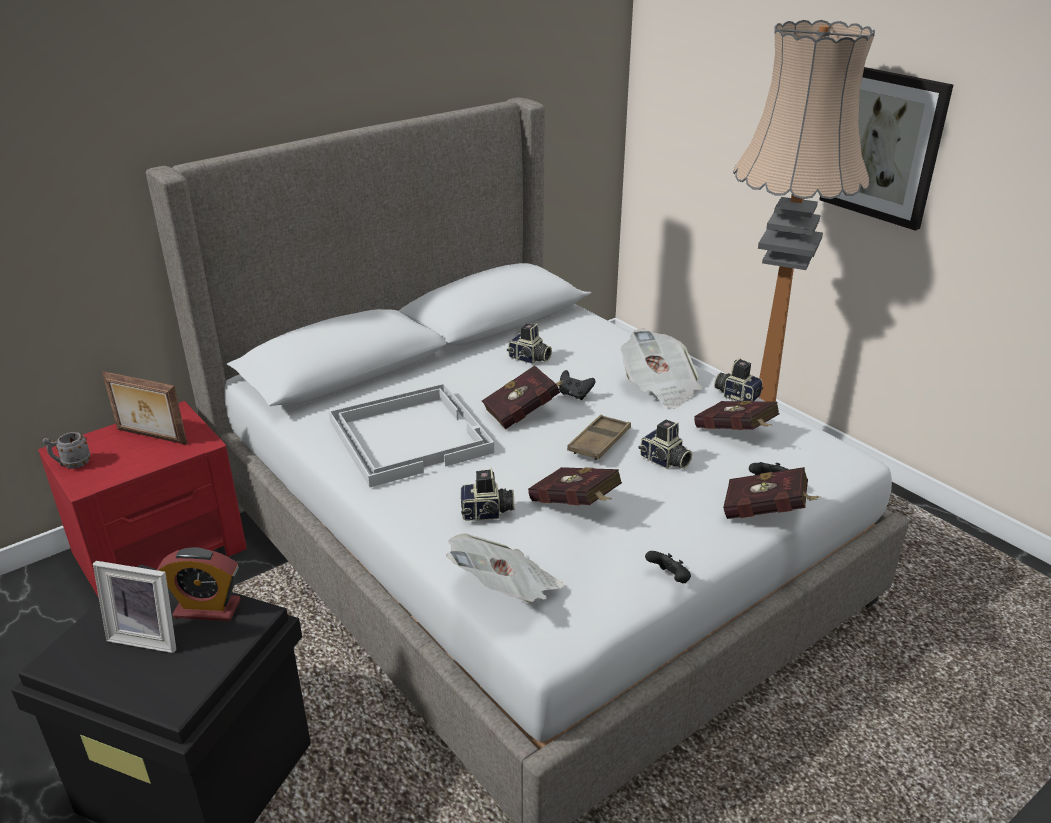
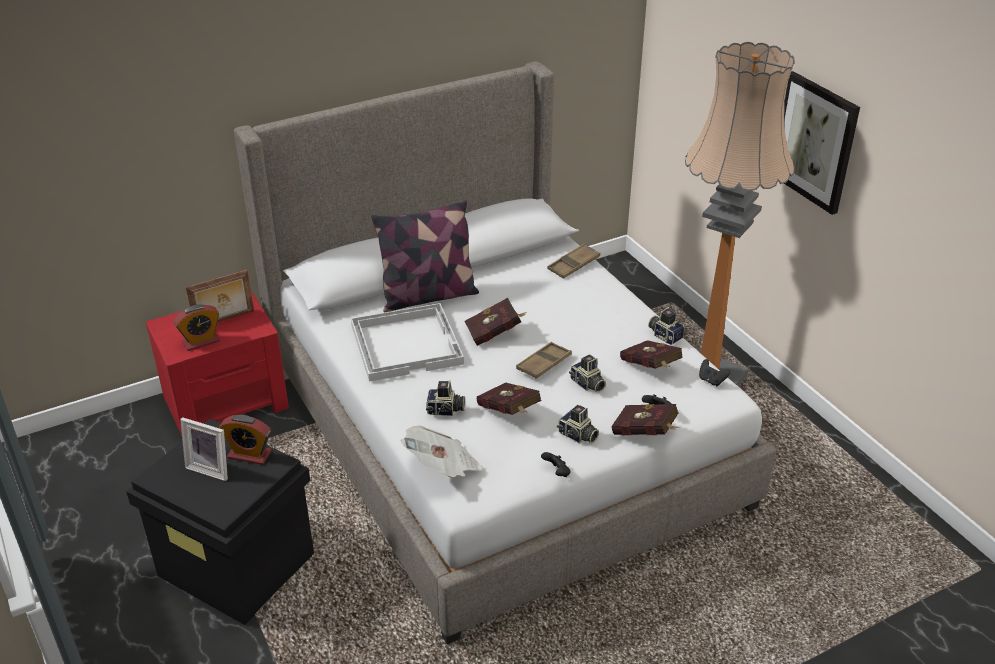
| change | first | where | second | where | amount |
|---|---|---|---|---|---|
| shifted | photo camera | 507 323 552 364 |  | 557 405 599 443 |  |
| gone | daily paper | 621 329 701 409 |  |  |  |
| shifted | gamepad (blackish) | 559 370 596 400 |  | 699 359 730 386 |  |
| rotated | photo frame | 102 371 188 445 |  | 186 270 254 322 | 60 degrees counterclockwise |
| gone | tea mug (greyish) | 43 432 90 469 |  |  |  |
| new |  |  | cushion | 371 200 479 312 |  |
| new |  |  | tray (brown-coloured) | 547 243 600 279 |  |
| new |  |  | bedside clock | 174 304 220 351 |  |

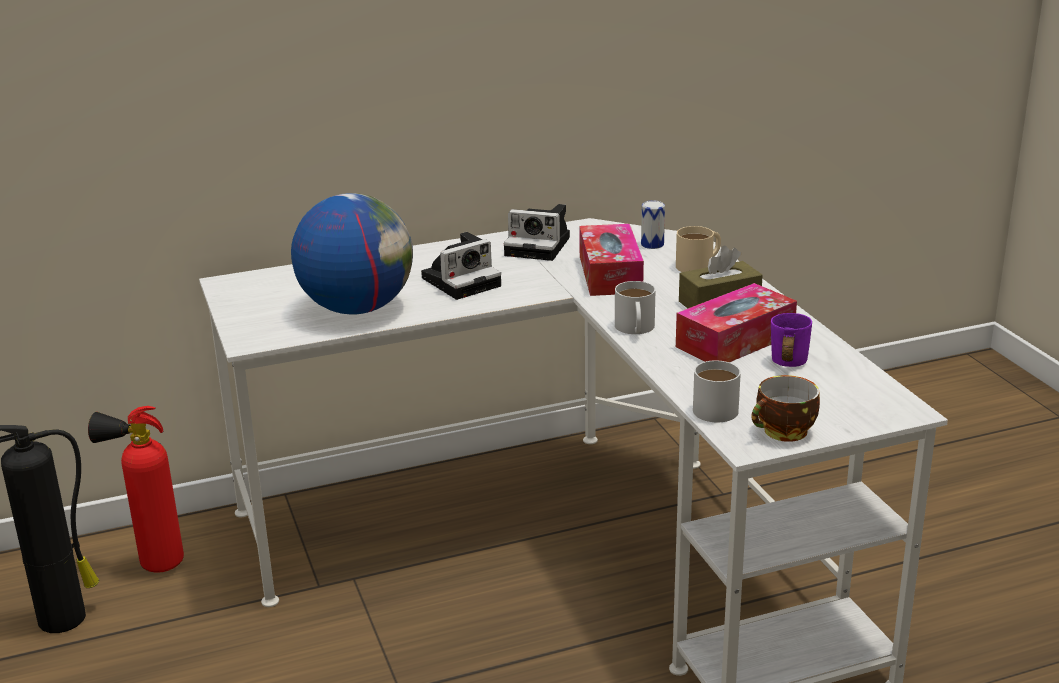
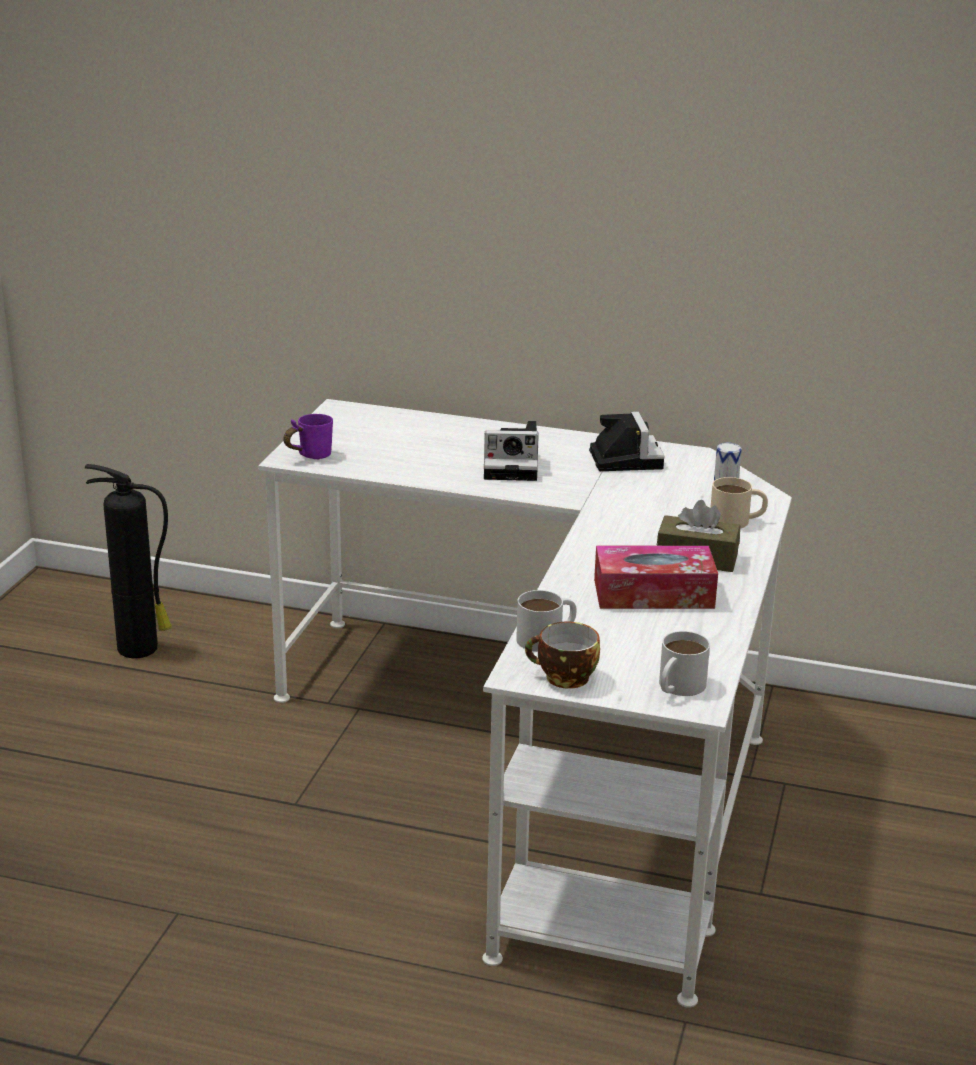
| change | first | where | second | where | amount |
|---|---|---|---|---|---|
| gone | world globe | 291 193 413 314 |  |  |  |
| rotated | photo camera | 504 204 570 261 |  | 589 412 664 471 | 150 degrees counterclockwise |
| gone | tissue holder | 579 224 644 296 |  |  |  |
| shifted | tea mug (white) | 615 281 656 334 |  | 659 631 710 696 |  |
| shifted | tea mug (purple) | 771 313 812 367 |  | 283 414 333 460 |  |
| gone | fire extinguisher | 88 406 184 573 |  |  |  |

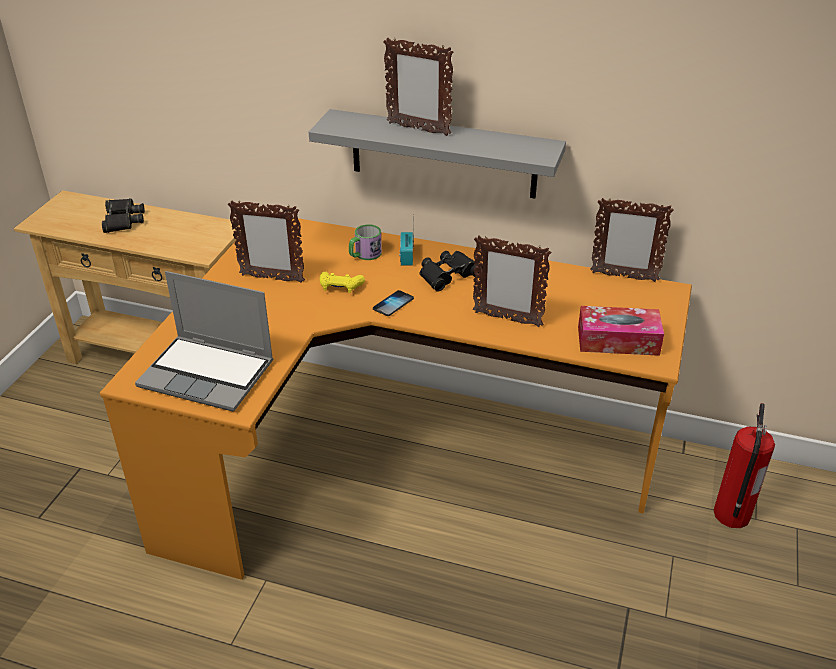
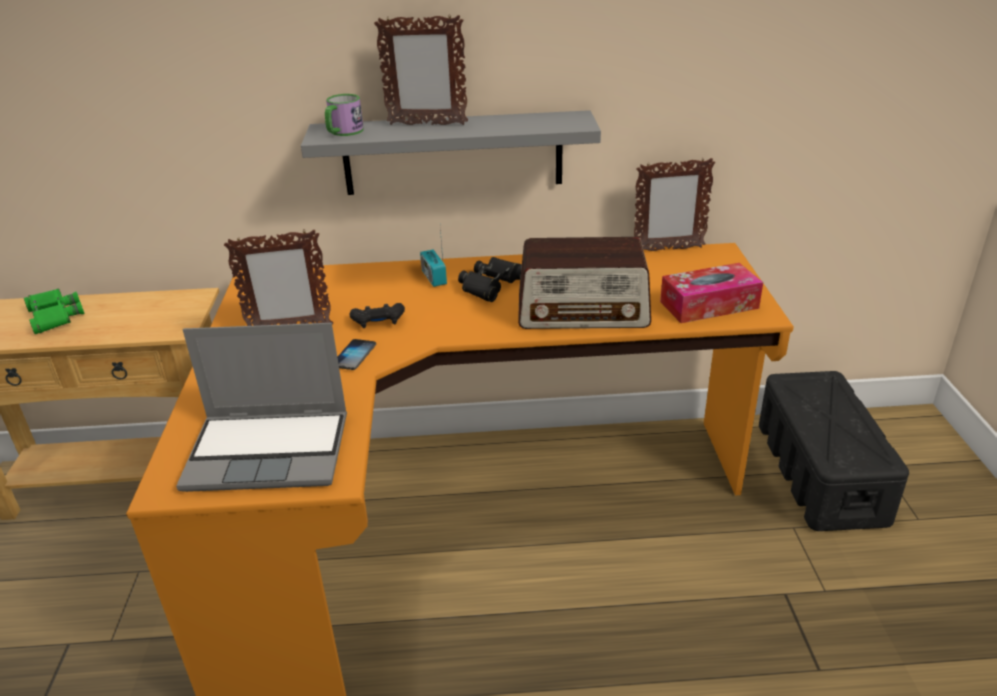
| change | first | where | second | where | amount |
|---|---|---|---|---|---|
| repainted | binoculars (blackish) | 102 199 145 233 | binoculars (green-coloured) | 24 288 84 334 |  |
| shifted | tea mug | 349 224 382 260 |  | 325 94 364 136 |  |
| swapped | photo frame | 473 236 551 327 | radio receiver | 518 237 651 329 |  |
| repainted | gamepad (yellow-coloured) | 320 272 365 293 | gamepad (blackish) | 350 303 405 328 |  |
| shifted | phone | 373 290 414 316 |  | 337 339 376 370 |  |
| swapped | fire extinguisher | 714 403 775 528 | storage container (blackish) | 759 371 909 531 |  |

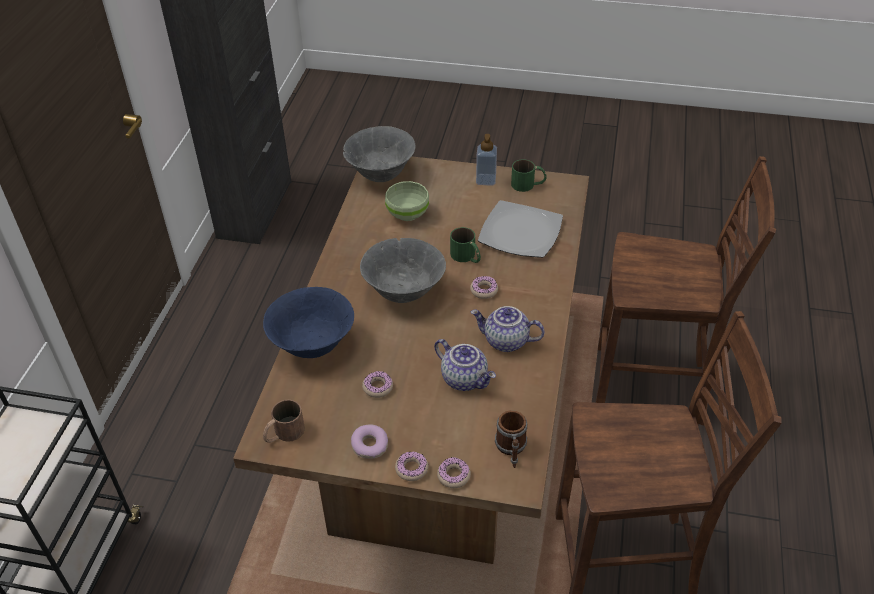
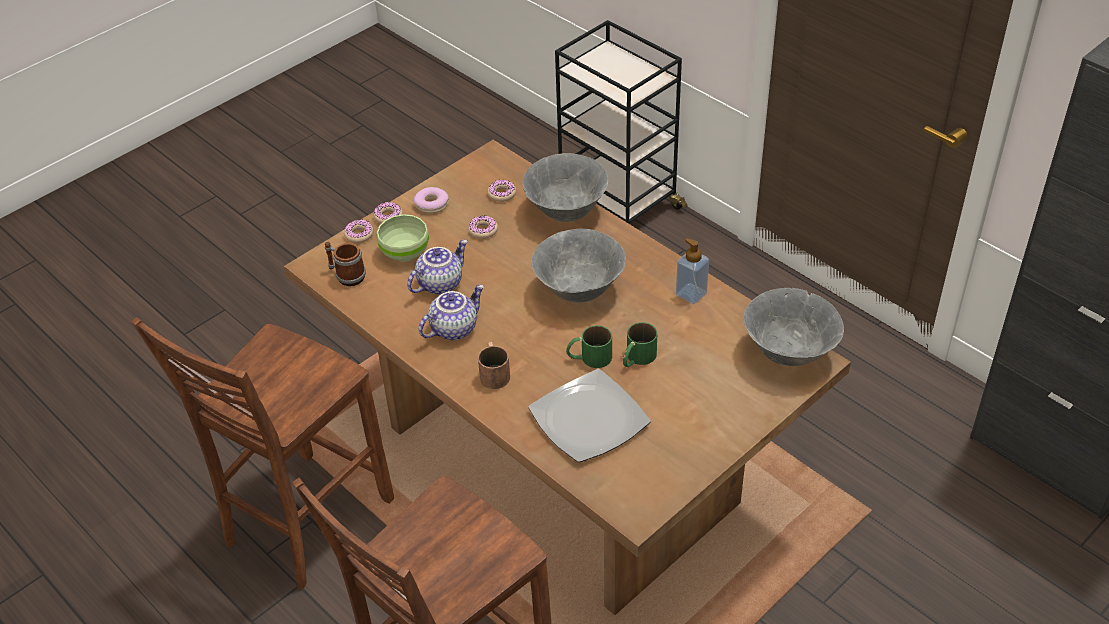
| change | first | where | second | where | amount |
|---|---|---|---|---|---|
| shifted | liquid soap bottle | 476 134 497 186 |  | 676 238 709 304 |  |
| shifted | tea mug (green-coloured) | 511 159 547 192 |  | 623 322 657 367 |  |
| shifted | bowl (green-coloured) | 385 181 429 221 |  | 377 214 429 262 |  |
| shifted | donut | 470 276 498 299 |  | 488 180 516 202 |  |
| repainted | bowl (bluish) | 263 287 354 358 | bowl (greyish) | 522 153 608 222 |  |
| rotated | tea pot | 434 339 496 391 |  | 407 240 468 294 | 150 degrees clockwise |
| shifted | tea mug (brown-coloured) | 263 400 305 443 |  | 478 341 510 389 |  |

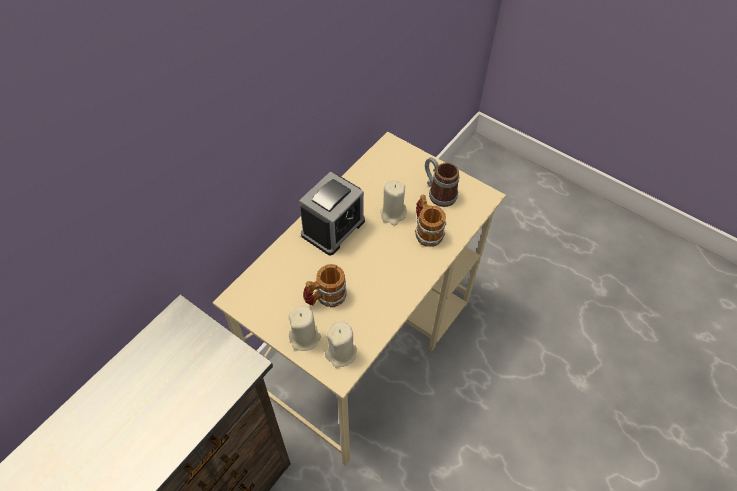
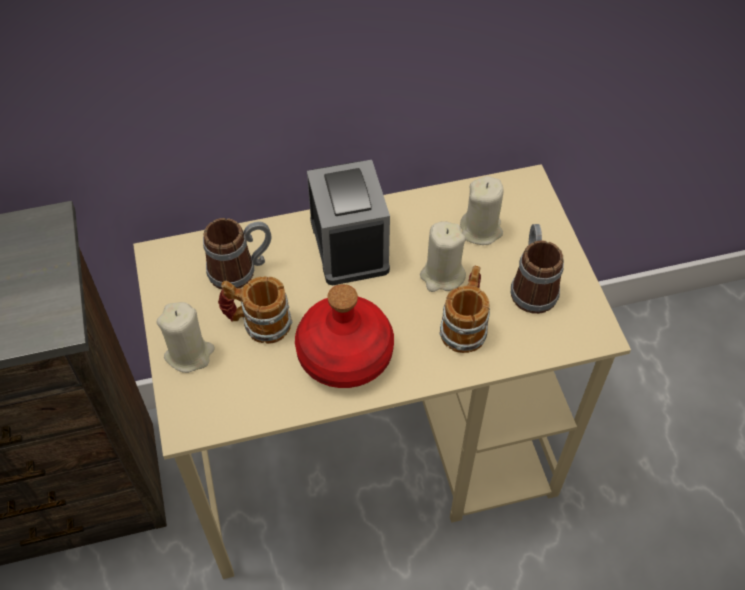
| change | first | where | second | where | amount |
|---|---|---|---|---|---|
| rotated | bedside clock | 299 171 365 255 |  | 307 160 390 286 | 90 degrees counterclockwise |
| shifted | wax candle (beige-coloured) | 325 321 357 368 |  | 460 176 504 245 |  |
| new |  |  | tea mug | 203 218 271 289 |  |
| new |  |  | drink bottle (red-coloured) | 295 284 394 388 |  |

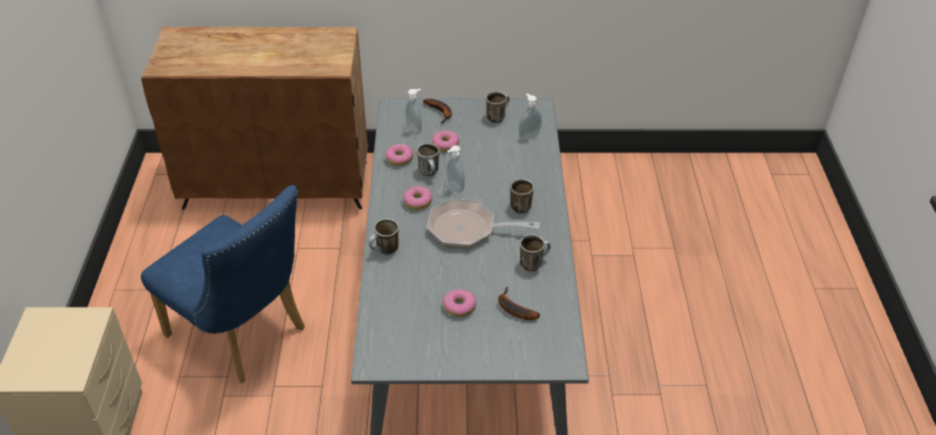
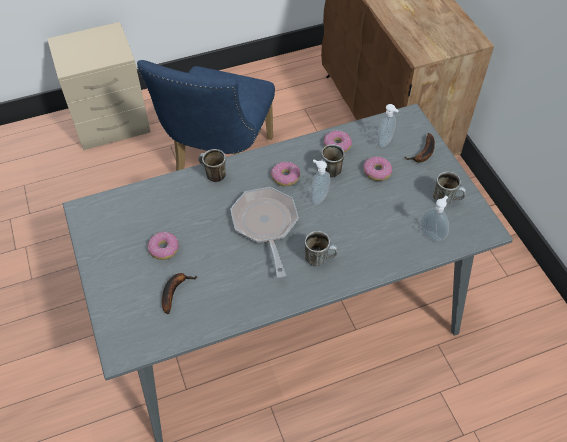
| change | first | where | second | where | amount |
|---|---|---|---|---|---|
| gone | tea mug | 520 234 551 271 |  |  |  |

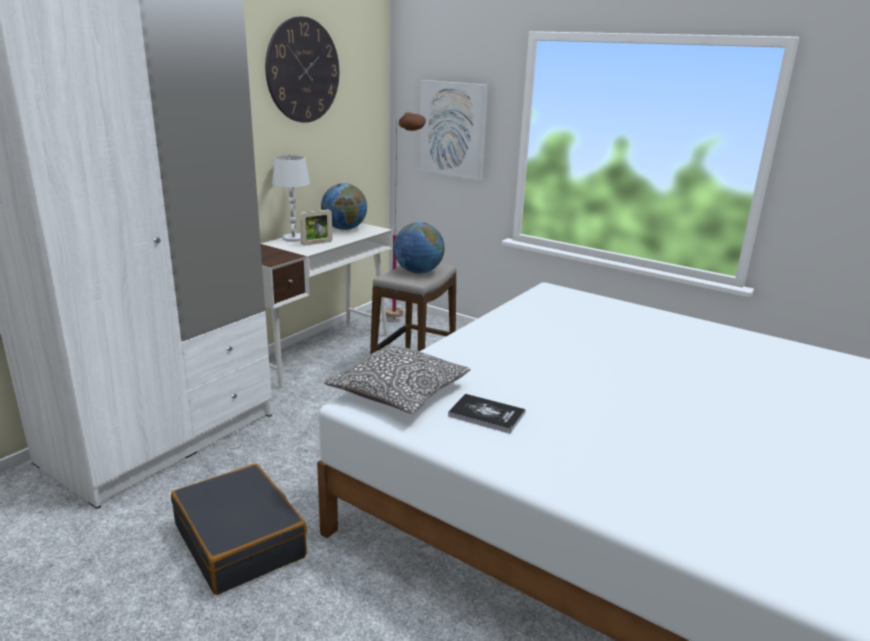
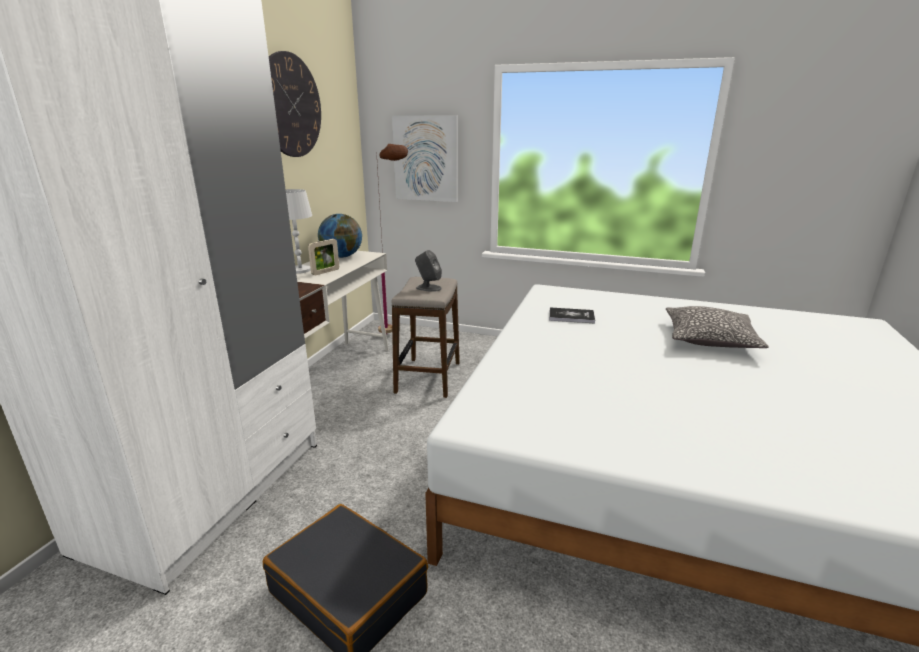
| change | first | where | second | where | amount |
|---|---|---|---|---|---|
| swapped | world globe | 394 222 445 274 | loudspeaker (greyish) | 415 250 442 292 |  |
| shifted | cushion | 324 344 470 414 |  | 666 306 769 348 |  |
| shifted | volume | 448 394 525 434 |  | 549 307 595 323 |  |

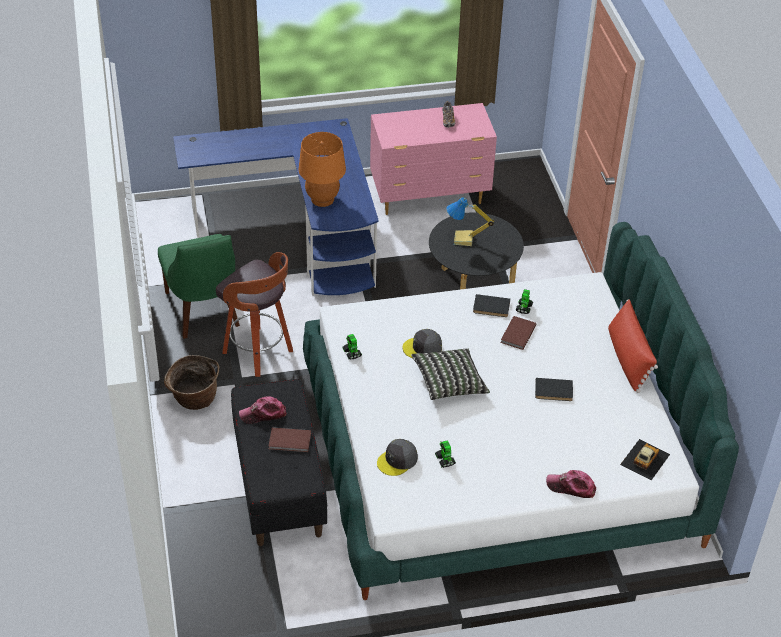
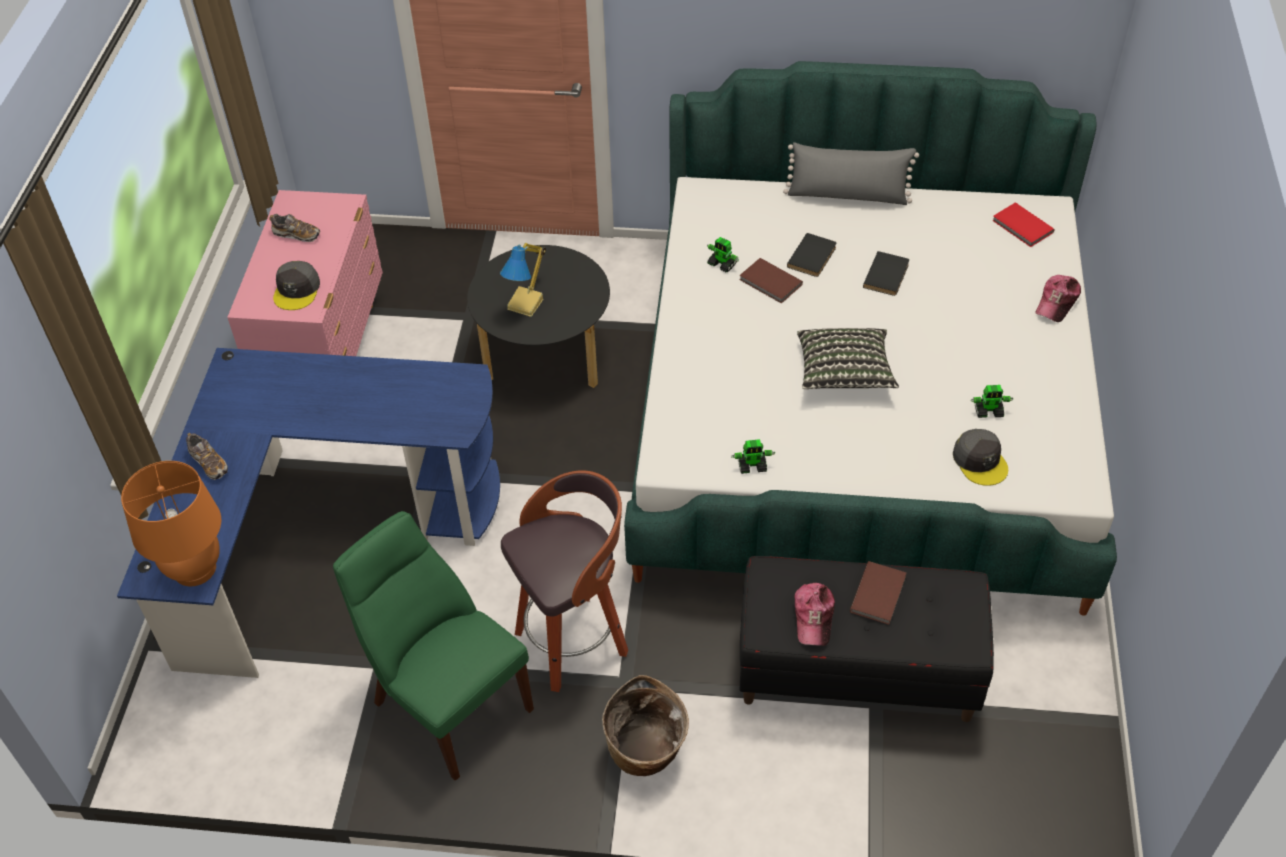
| change | first | where | second | where | amount |
|---|---|---|---|---|---|
| shifted | lamp for a table (orangey) | 299 132 346 207 |  | 121 461 221 586 |  |
| rotated | plain chair (green-coloured) | 158 234 240 339 |  | 333 511 534 781 | 135 degrees counterclockwise |
| shifted | volume (blackish) | 473 294 510 317 |  | 787 233 836 277 |  |
| repainted | cushion (red-coloured) | 608 299 658 393 | cushion (greyish) | 783 142 919 205 |  |
| shifted | cap (greyish) | 402 329 442 358 |  | 273 261 320 310 |  |
| swapped | miniature car | 620 439 670 480 | volume (red-coloured) | 992 202 1055 247 |  |
| new |  |  | item of footwear | 186 433 228 480 |  |

